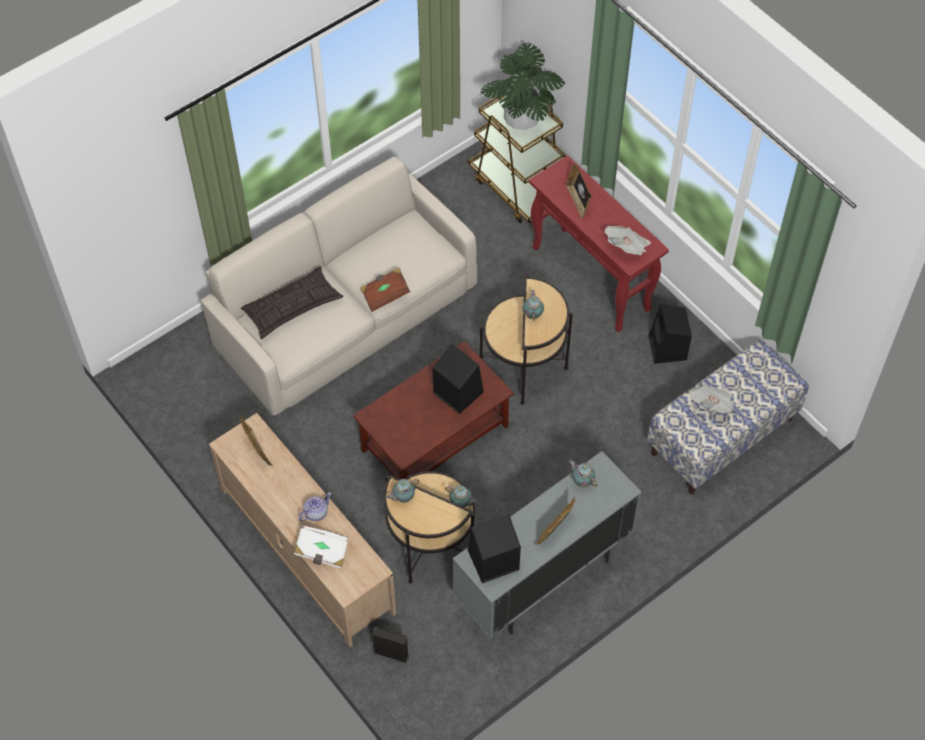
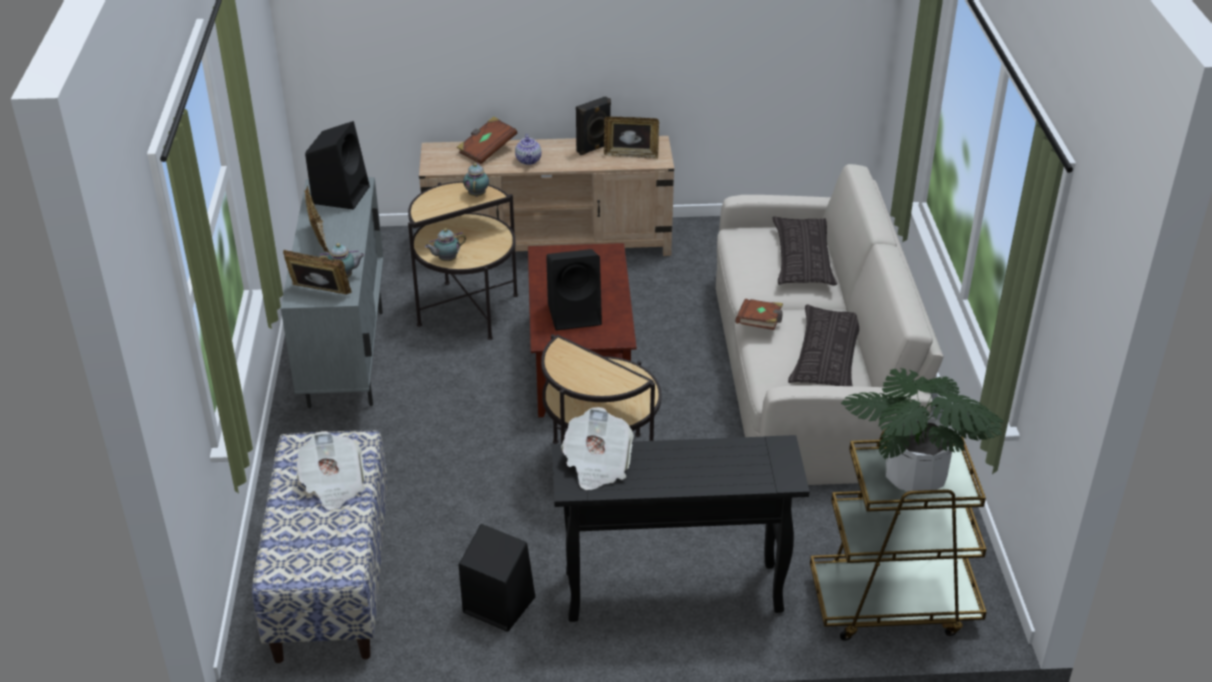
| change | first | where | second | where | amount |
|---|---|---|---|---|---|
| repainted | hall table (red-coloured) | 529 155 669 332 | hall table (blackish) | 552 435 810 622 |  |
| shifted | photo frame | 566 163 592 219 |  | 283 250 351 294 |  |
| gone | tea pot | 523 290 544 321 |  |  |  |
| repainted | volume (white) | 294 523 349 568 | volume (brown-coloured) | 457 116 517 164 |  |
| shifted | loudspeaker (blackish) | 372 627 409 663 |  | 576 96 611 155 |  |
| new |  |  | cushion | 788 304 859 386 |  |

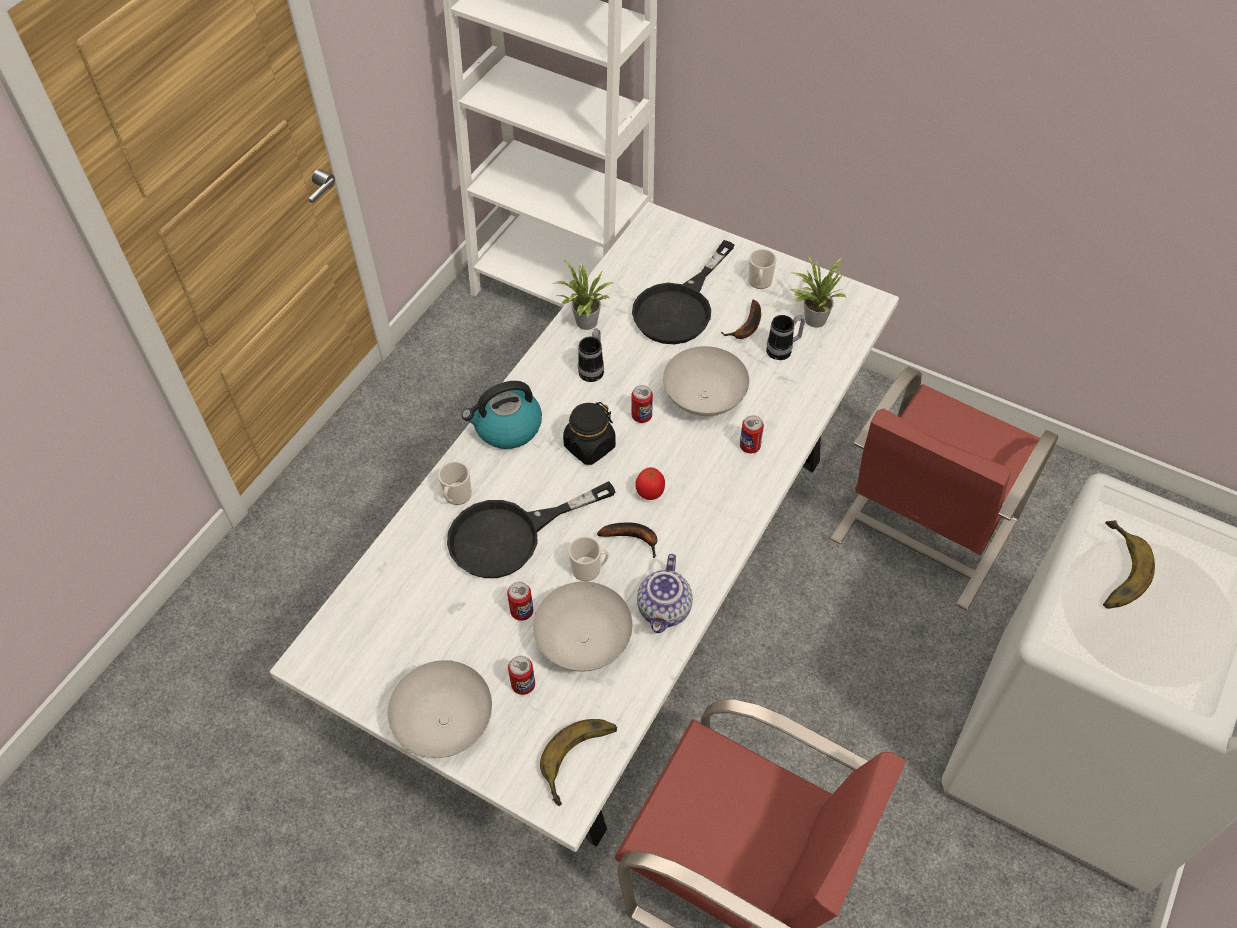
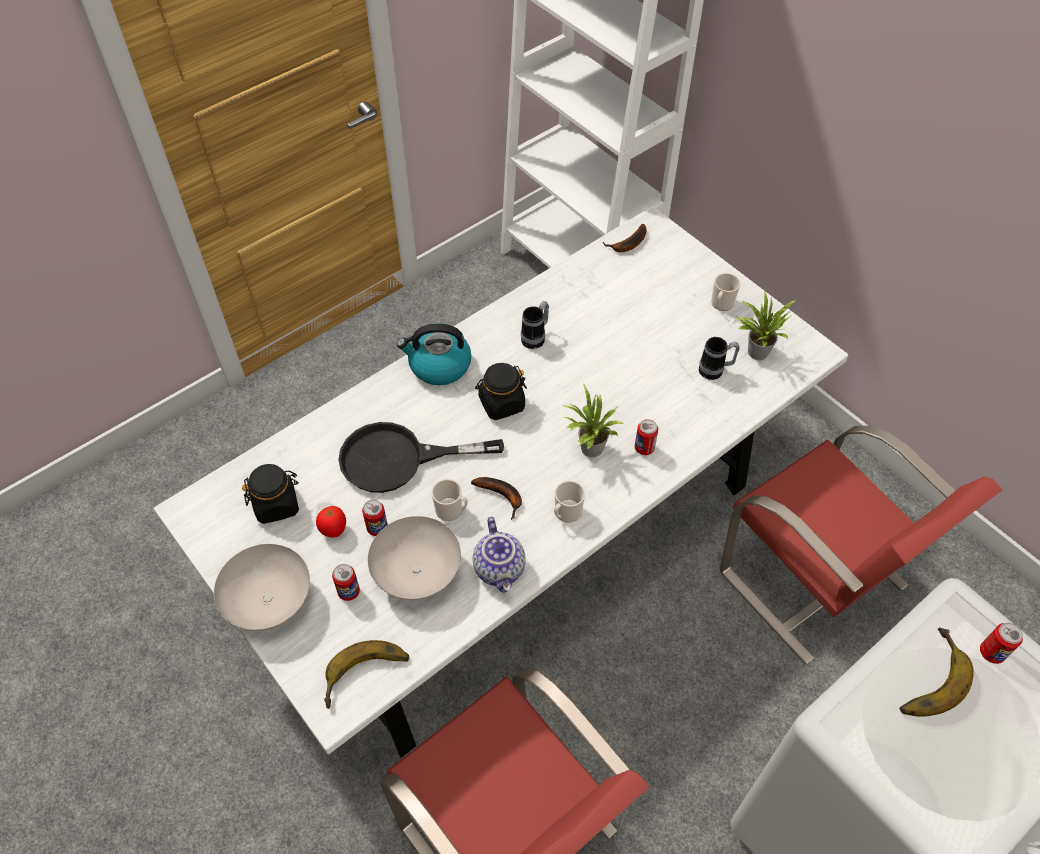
| change | first | where | second | where | amount |
|---|---|---|---|---|---|
| gone | pan (blackish) | 632 240 735 344 |  |  |  |
| shifted | houseplant | 555 260 613 330 |  | 563 383 624 457 |  |
| shifted | banana fruit | 721 300 761 339 |  | 603 224 647 252 |  |
| gone | bowl (white) | 663 346 749 416 |  |  |  |
| rotated | plain chair (red-coloured) | 830 367 1058 610 |  | 720 426 1002 665 | 90 degrees counterclockwise |
| shifted | metal can | 632 385 653 423 |  | 980 623 1023 664 |  |
| shifted | tea mug | 438 461 472 505 |  | 554 481 585 523 |  |
| shifted | whole tomato | 635 467 665 500 |  | 316 506 346 538 |  |
| rotated | tea pot | 637 554 693 633 |  | 473 517 526 592 | 45 degrees counterclockwise |
| new |  |  | preserve jar (blackish) | 242 464 299 524 |  |

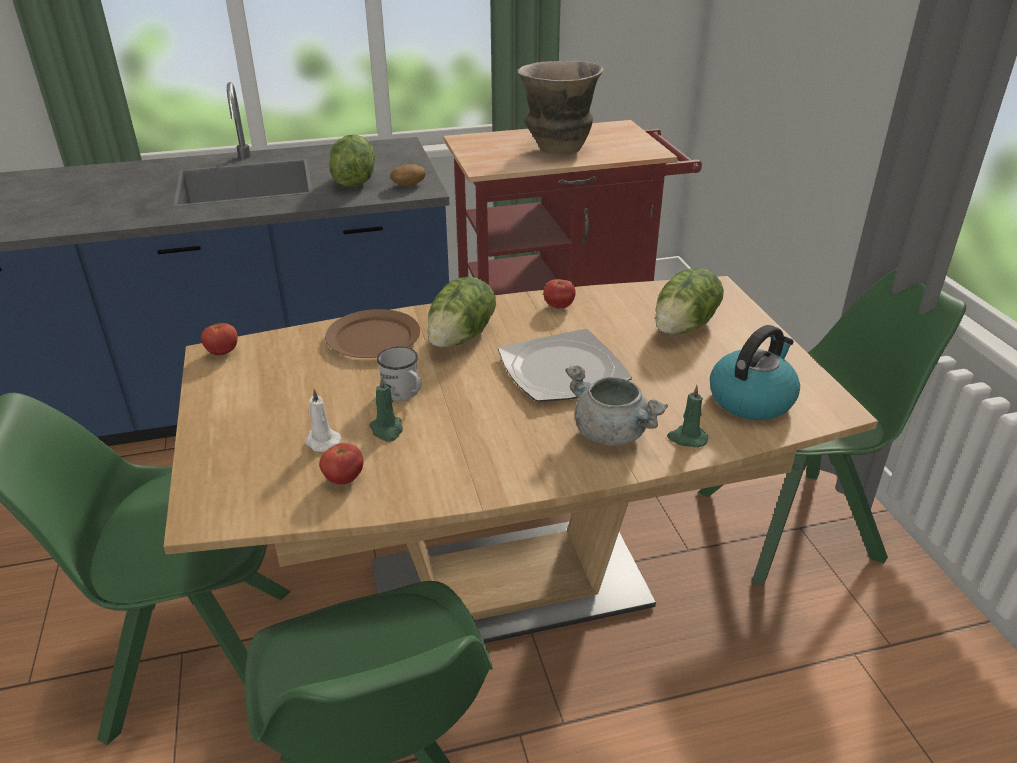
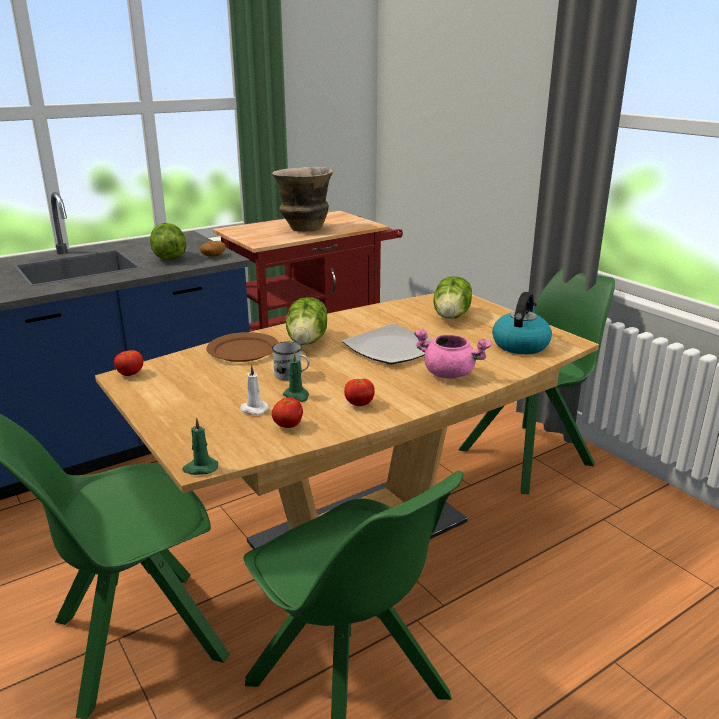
| change | first | where | second | where | amount |
|---|---|---|---|---|---|
| shifted | whole tomato | 543 279 576 308 |  | 344 379 375 406 |  |
| repainted | stockpot (greyish) | 565 365 668 446 | stockpot (pink-coloured) | 414 329 492 379 |  |
| shifted | wax candle (green-coloured) | 667 385 708 448 |  | 182 417 218 475 |  |

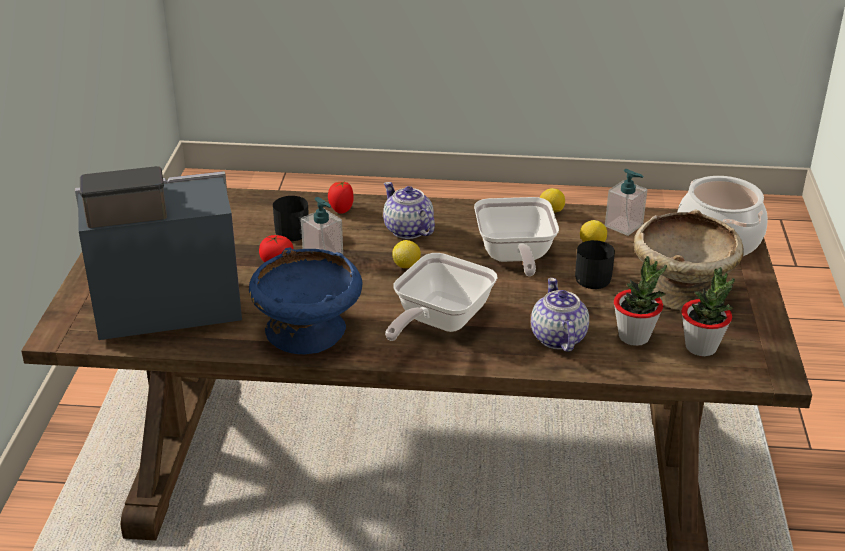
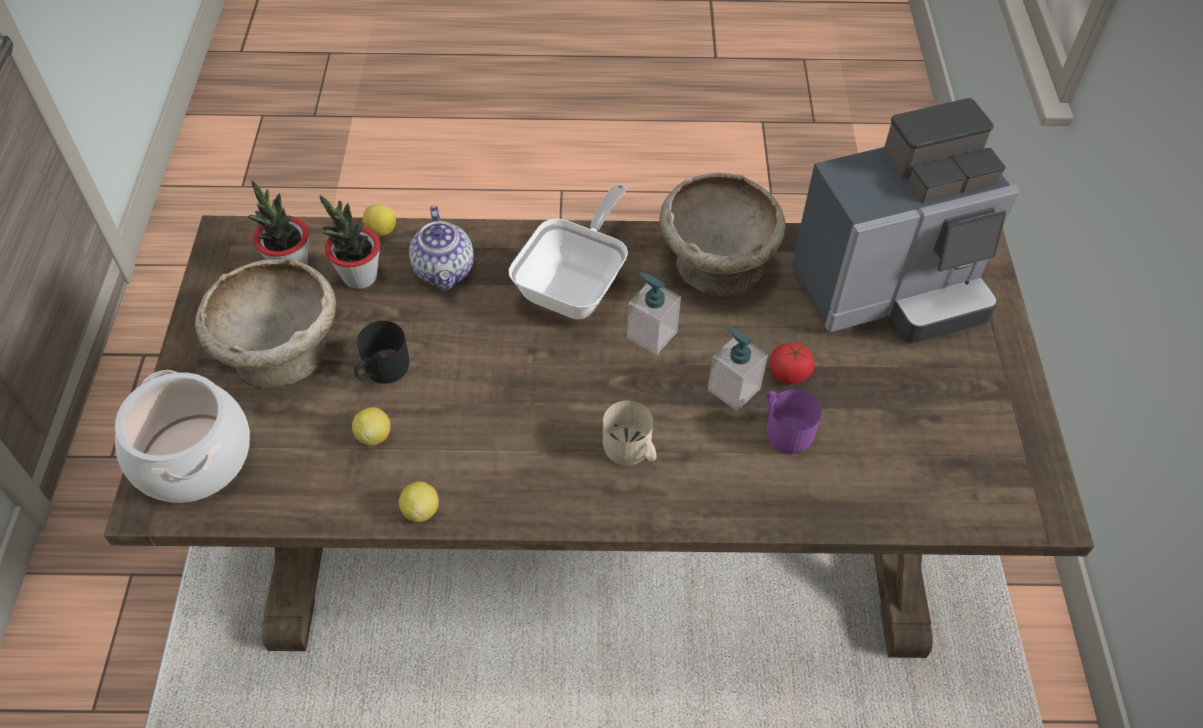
| change | first | where | second | where | amount |
|---|---|---|---|---|---|
| shifted | liquid soap bottle | 605 169 648 236 |  | 627 272 681 355 |  |
| gone | whole tomato | 328 181 354 214 |  |  |  |
| swapped | tea pot | 383 182 435 239 | tea mug (beige-coloured) | 603 401 657 466 |  |
| repainted | tea mug (blackish) | 273 196 309 241 | tea mug (purple) | 766 389 821 454 |  |
| gone | pan | 474 197 559 276 |  |  |  |
| shifted | citrus fruit | 392 240 421 268 |  | 362 204 396 237 |  |
| repainted | bowl (bluish) | 249 248 363 354 | bowl (beige-coloured) | 660 172 786 296 |  |

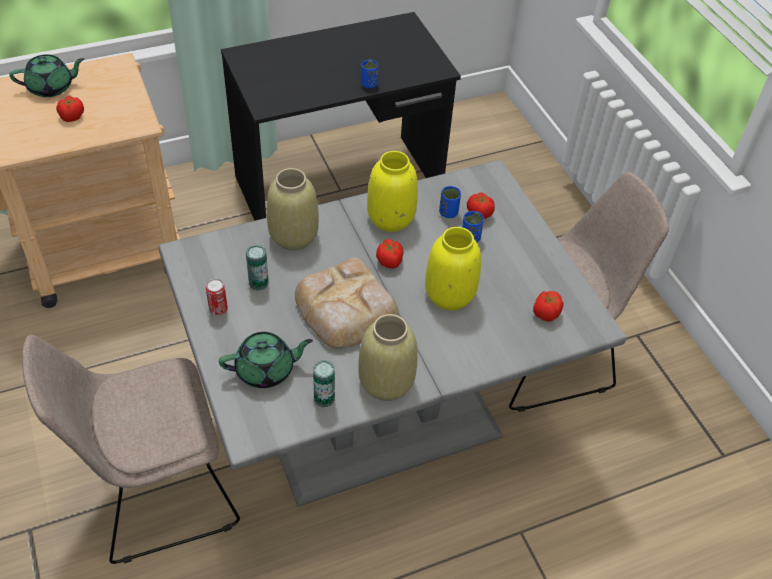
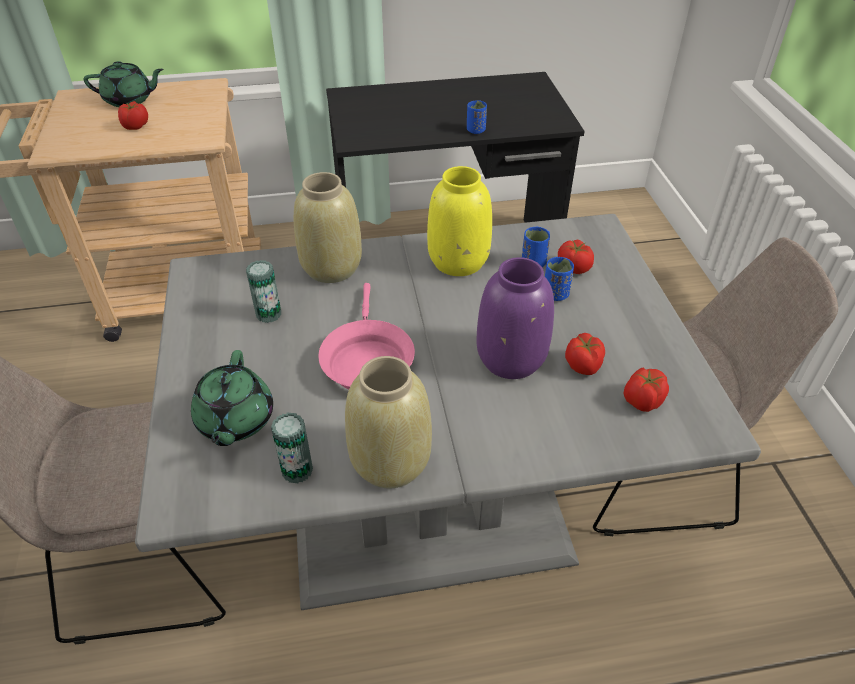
| change | first | where | second | where | amount |
|---|---|---|---|---|---|
| repainted | decorative vase (yellow-coloured) | 425 227 481 310 | decorative vase (purple) | 477 257 554 379 |  |
| shifted | whole tomato | 376 239 404 268 |  | 565 333 605 375 |  |
| swapped | baked bread | 295 257 399 348 | pan (pink-coloured) | 318 283 415 389 |  |
| gone | metal can | 206 279 228 315 |  |  |  |
| rotated | tea pot (green-coloured) | 219 332 313 388 |  | 191 350 273 446 | 90 degrees clockwise |

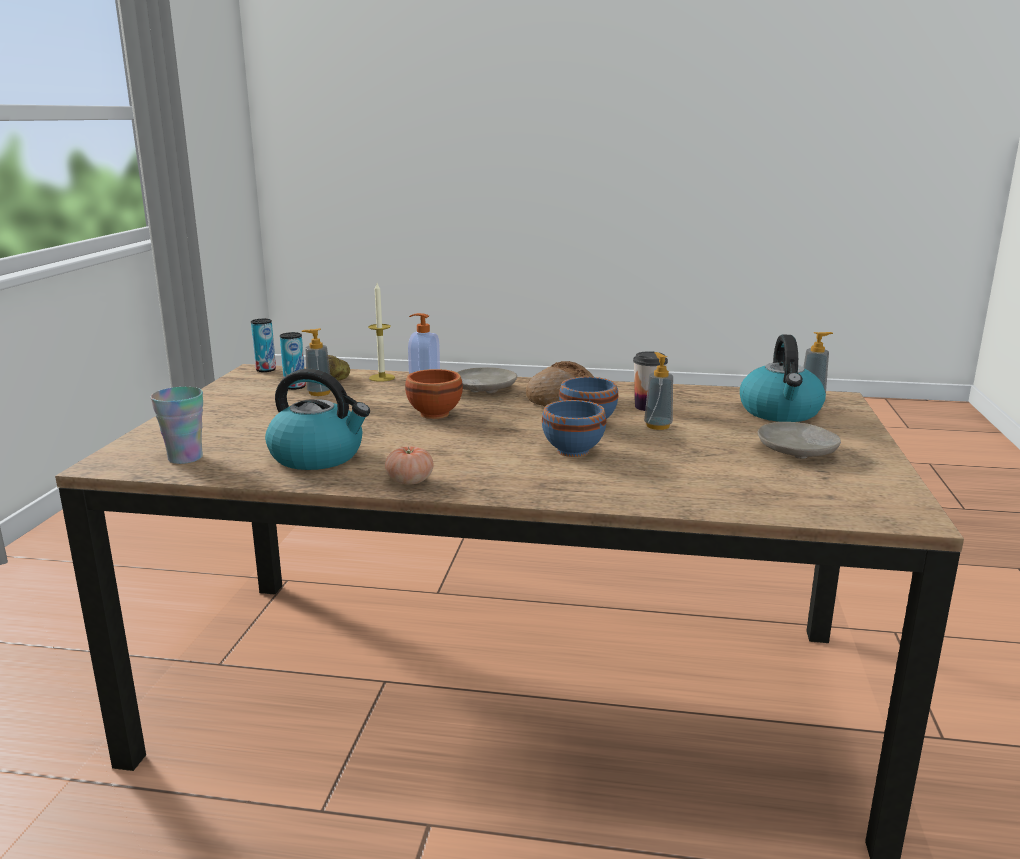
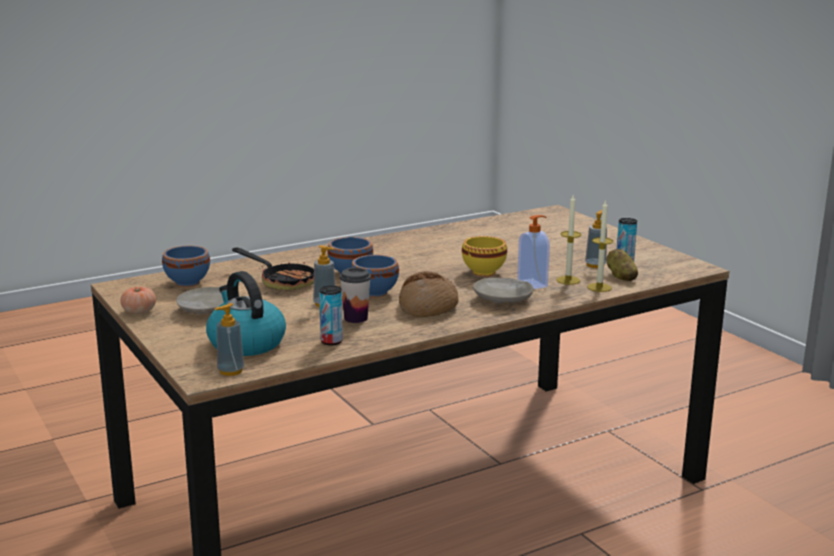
| change | first | where | second | where | amount |
|---|---|---|---|---|---|
| shifted | metal can | 251 319 276 372 |  | 319 286 343 345 |  |
| gone | tea kettle | 265 369 370 470 |  |  |  |
| repainted | bowl (brown-coloured) | 405 369 463 419 | bowl (yellow-coloured) | 462 236 507 276 |  |
| gone | small cup | 151 387 203 464 |  |  |  |
| shifted | whole tomato | 385 446 434 485 |  | 120 287 156 314 |  |
| new |  |  | wax candle | 556 195 581 285 |  |
| new |  |  | bowl (bluish) | 162 246 210 287 |  |
| new |  |  | pan | 232 248 314 290 |  |

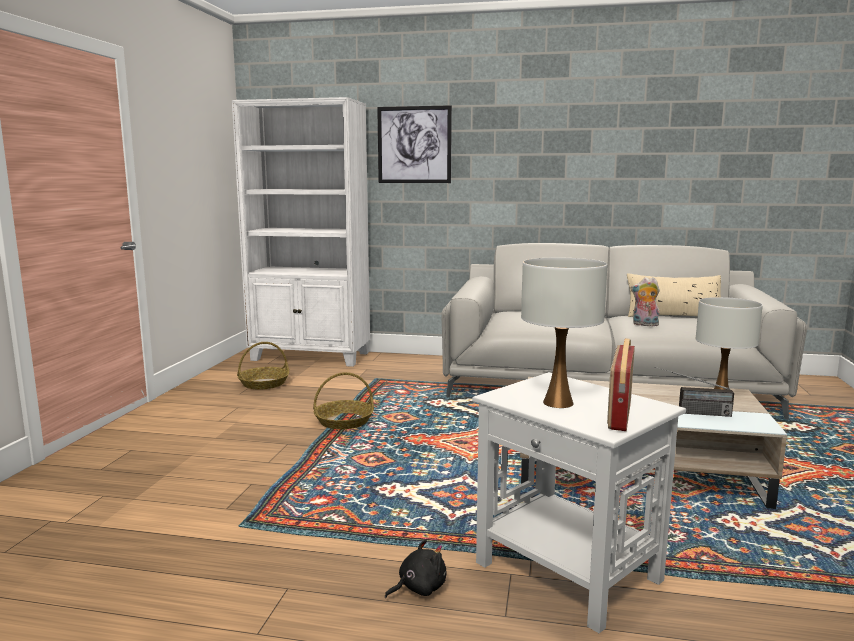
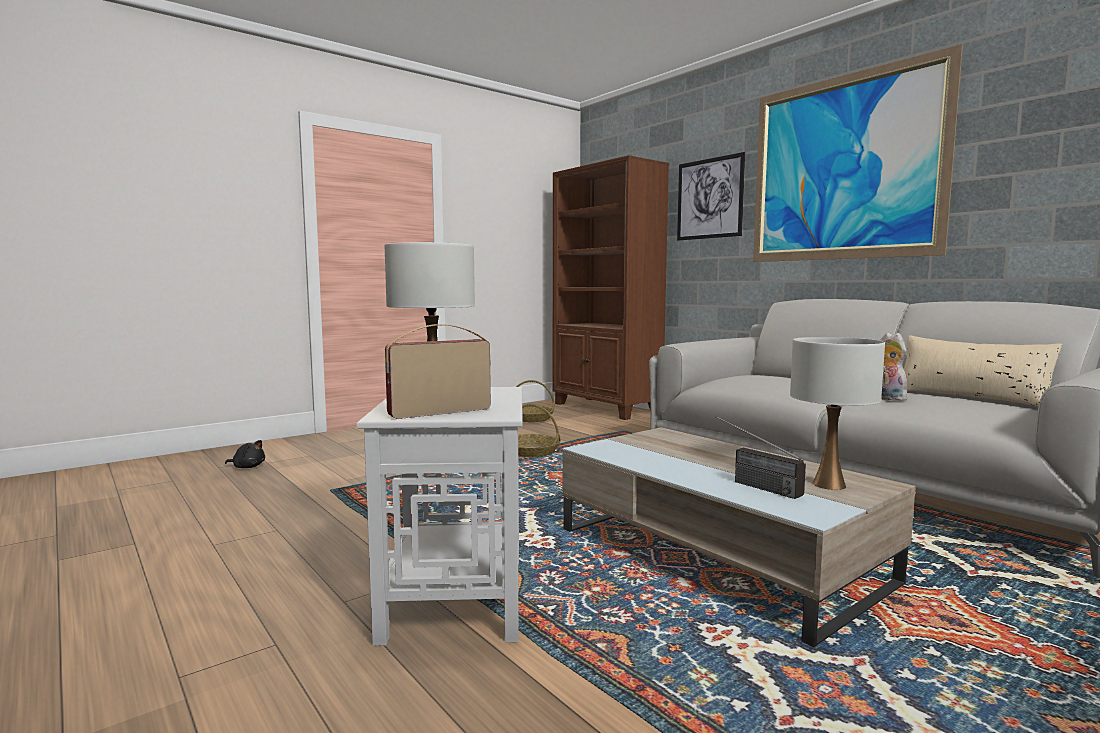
| change | first | where | second | where | amount |
|---|---|---|---|---|---|
| repainted | bookshelf (white) | 232 97 370 367 | bookshelf (brown-coloured) | 553 155 669 420 |  |
| shifted | cuddly toy (blackish) | 385 539 447 598 |  | 225 440 265 468 |  |
| new |  |  | picture | 753 44 963 262 |  |

